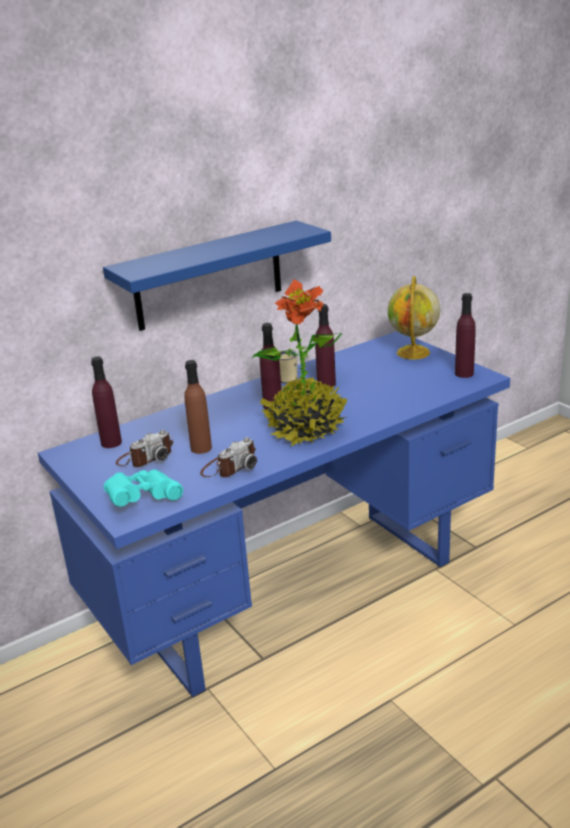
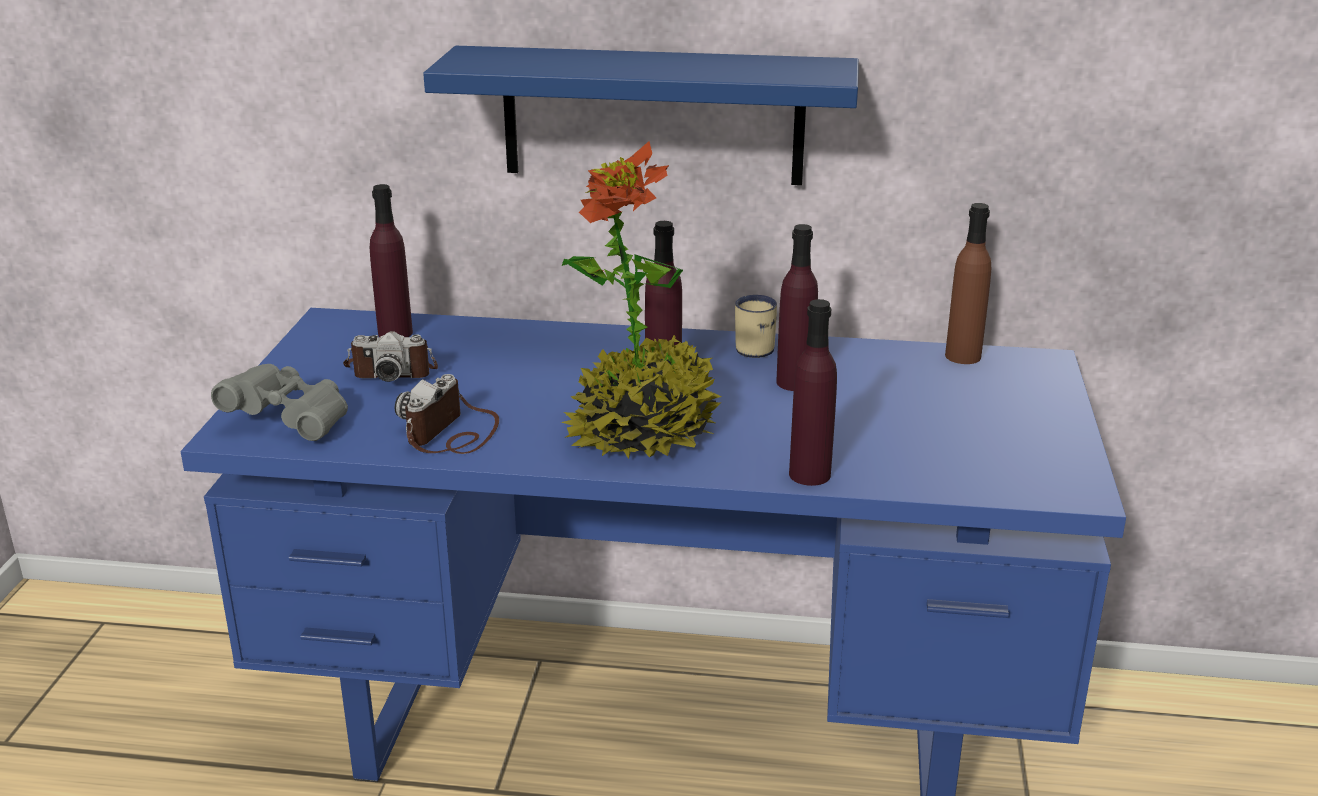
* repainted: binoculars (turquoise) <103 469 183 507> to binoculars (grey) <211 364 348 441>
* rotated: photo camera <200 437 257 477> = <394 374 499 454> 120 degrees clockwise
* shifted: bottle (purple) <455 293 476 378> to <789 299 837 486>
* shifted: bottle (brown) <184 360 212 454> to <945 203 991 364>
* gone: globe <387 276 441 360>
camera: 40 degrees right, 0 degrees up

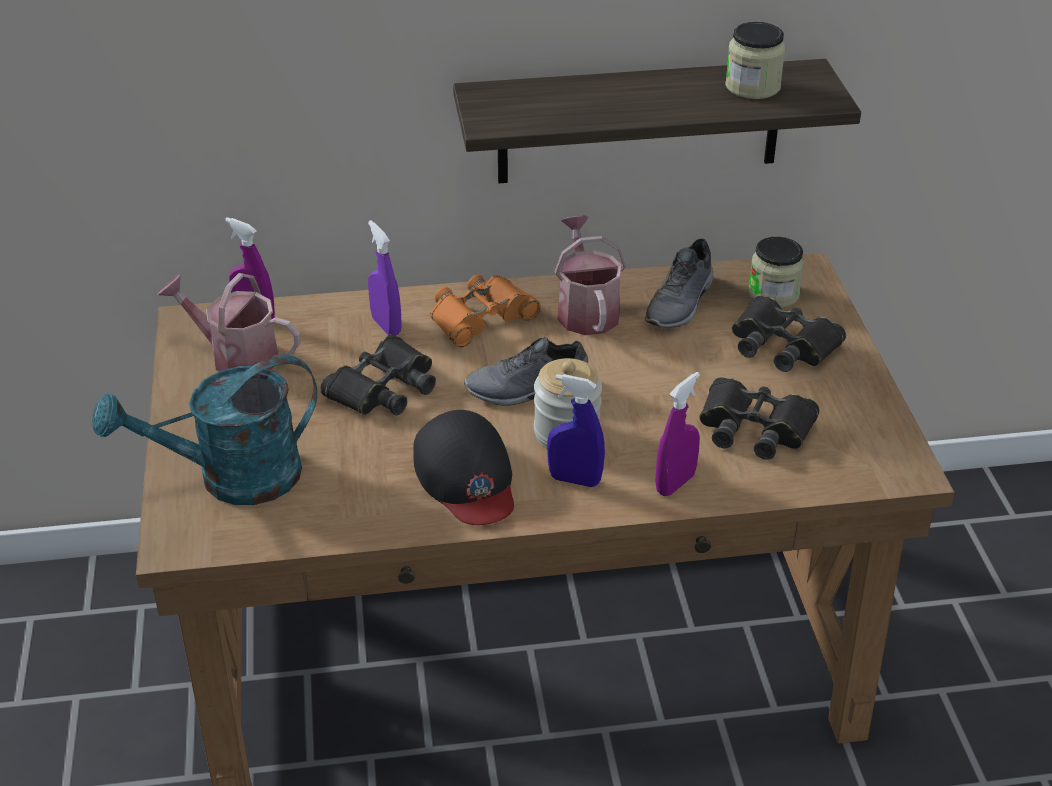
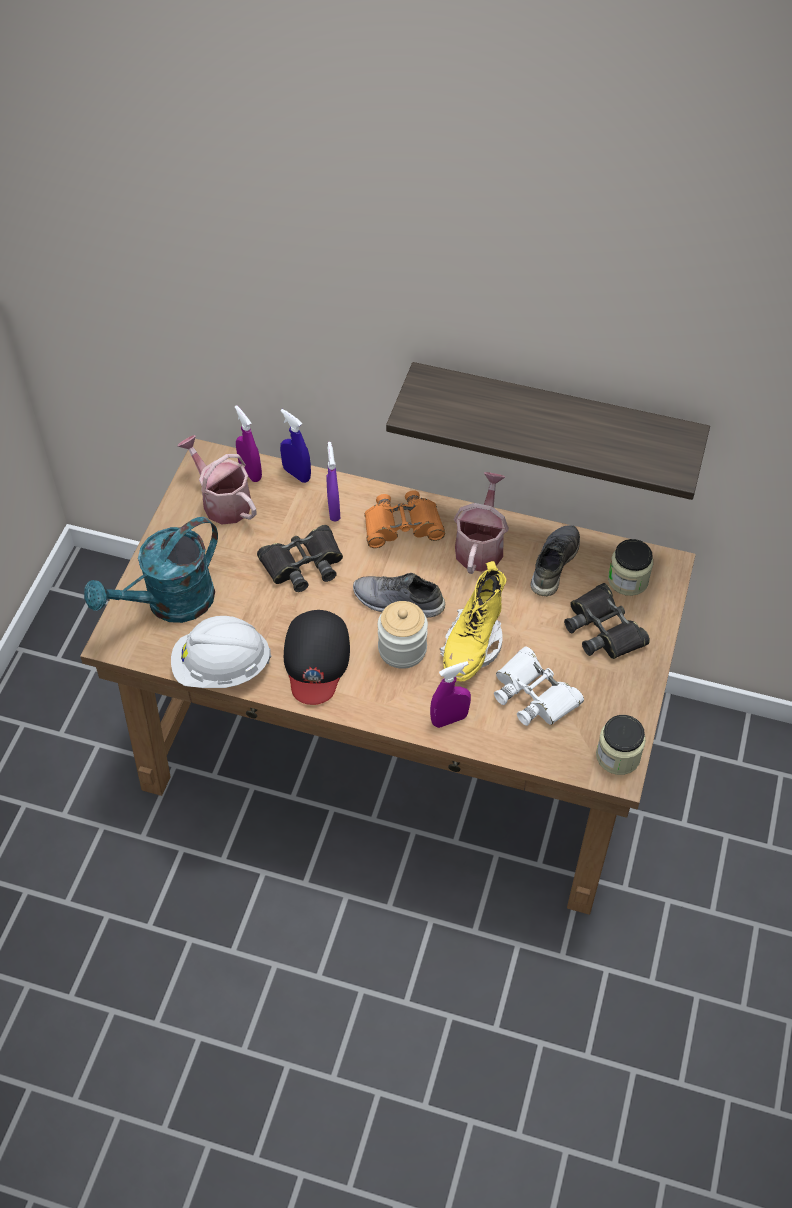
* rotated: watering can (turquoise) <92 355 317 505> = <84 517 218 623> 45 degrees counterclockwise
* new: hard hat (white) <171 616 271 688>
* shifted: spray bottle (blue) <547 374 605 487> to <280 409 311 483>
* new: boot (yellow) <440 561 507 682>
* repainted: binoculars (black) <699 377 820 460> to binoculars (white) <494 647 584 726>
* rotated: shoe (grey) <645 239 713 328> = <530 525 580 596> 150 degrees clockwise
* shifted: jar <725 22 786 99> to <596 715 646 775>
camera: 25 degrees right, 15 degrees up

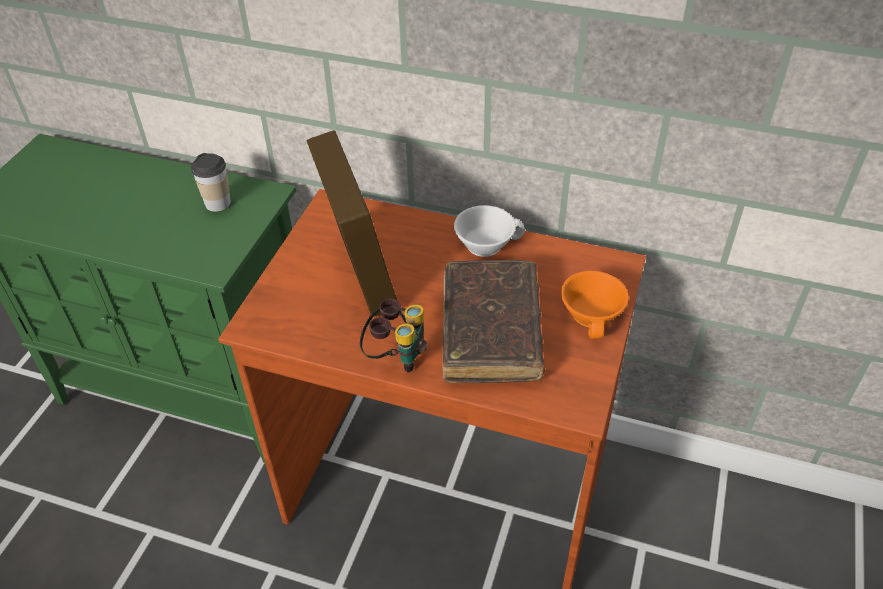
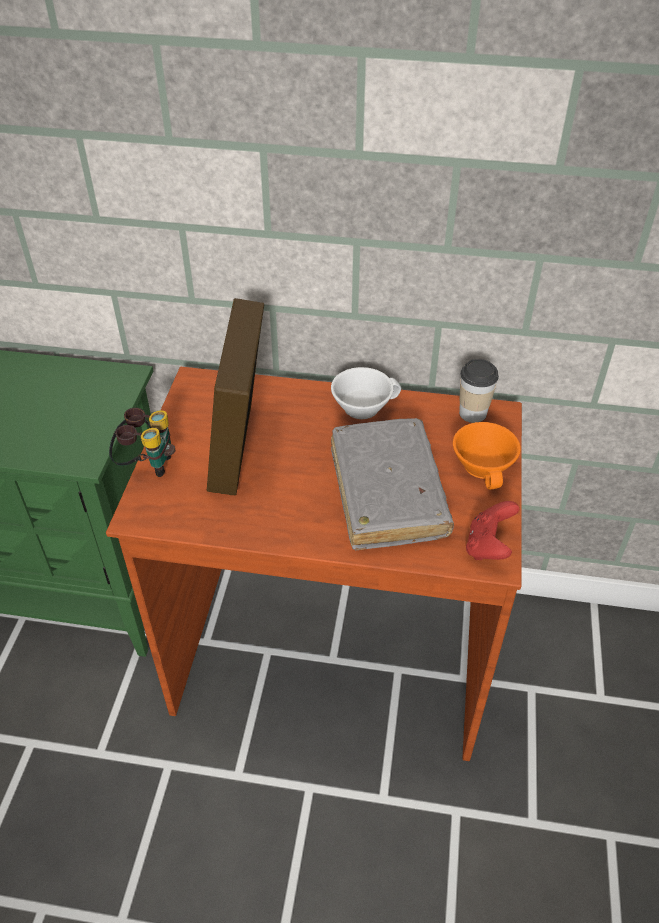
* shifted: binoculars <360 299 428 372> to <109 408 175 477>
* rotated: picture frame <307 130 397 316> = <207 298 264 495> 150 degrees counterclockwise
* repainted: book (brown) <442 260 545 383> to book (grey) <331 418 454 550>
* shifted: cup <191 153 231 212> to <459 359 499 423>
* new: game controller (red) <466 501 519 560>
camera: 10 degrees left, 0 degrees up

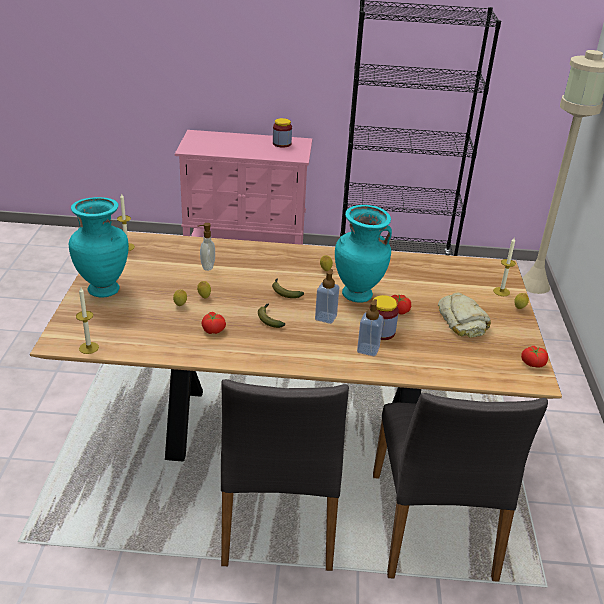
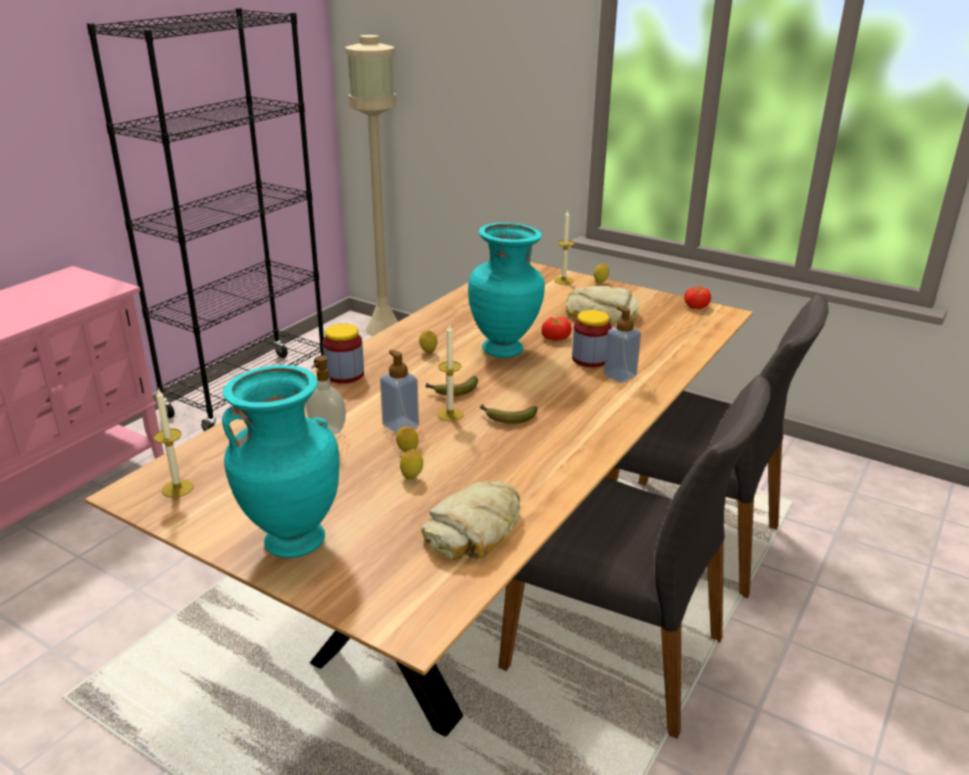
* shifted: jar <273 118 292 148> to <322 324 364 383>
* shifted: soap dispenser <315 269 339 324> to <380 350 419 434>
* new: bread <422 481 520 560>
* shifted: candle <76 287 99 354> to <437 323 464 421>
* gone: tomato <201 312 226 334>
camera: 60 degrees left, 5 degrees down

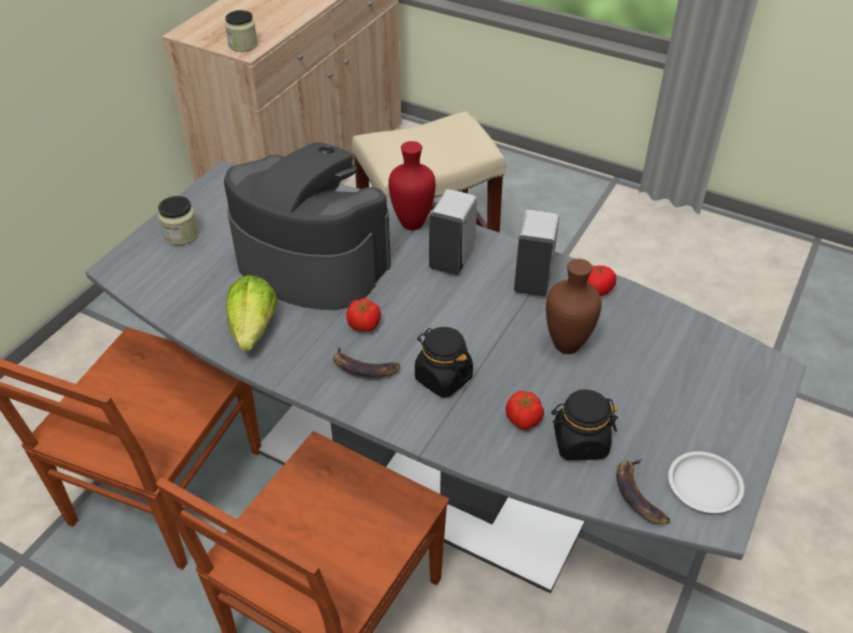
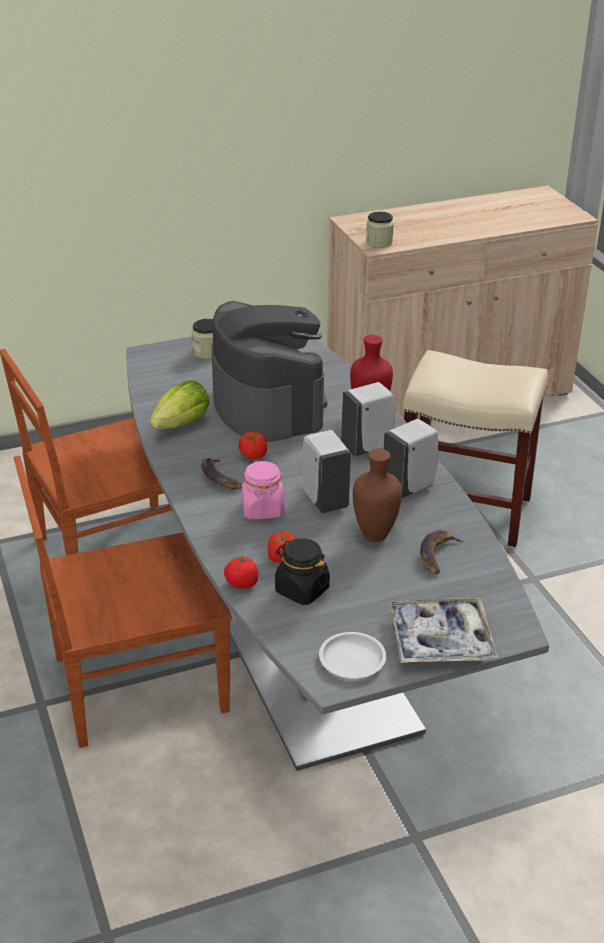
* shifted: tomato <587 265 616 296> to <224 555 258 588>
* repainted: jar (black) <415 327 473 397> to jar (pink) <241 461 284 519>
* new: soap dispenser (white) <302 430 351 513>
* new: tray <389 598 498 663>
* shifted: banana <616 458 670 524> to <420 530 465 574>
camera: 40 degrees right, 10 degrees down

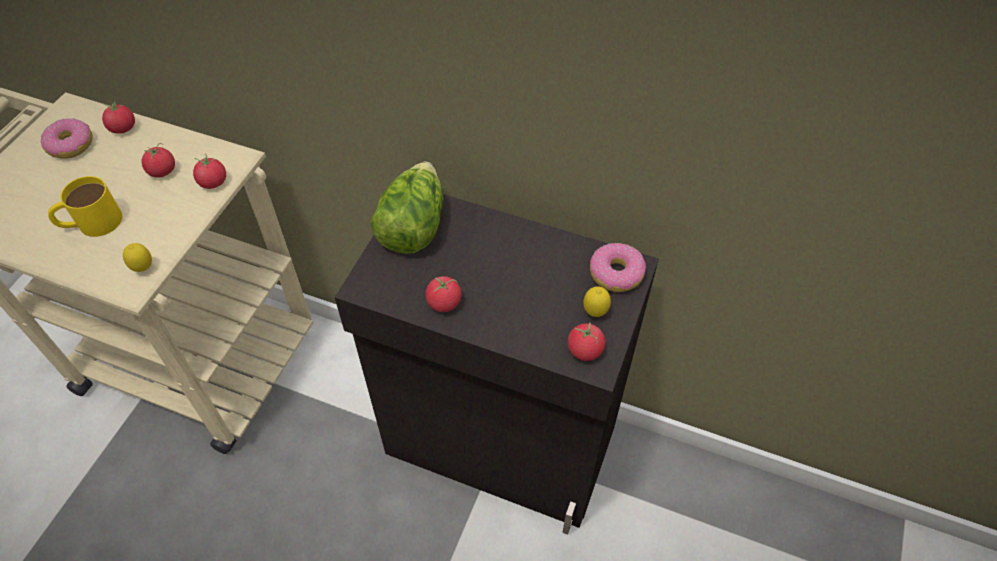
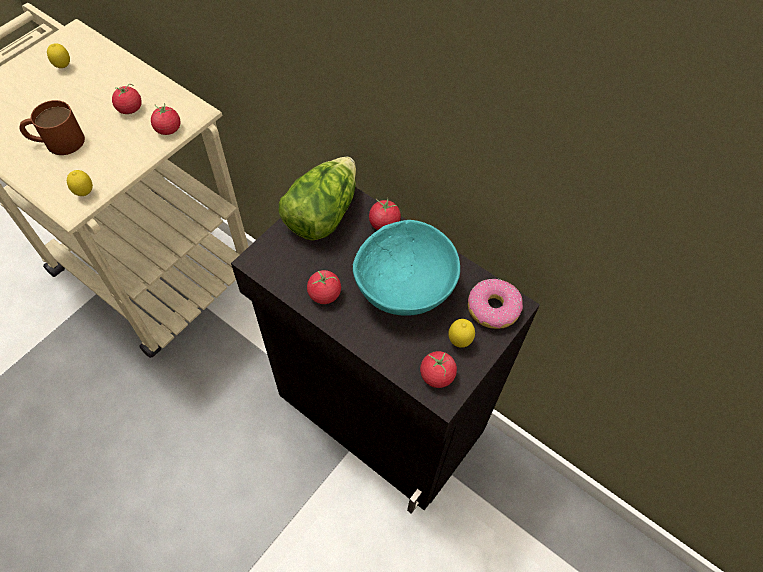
* repainted: mug (yellow) <48 176 122 237> to mug (brown) <19 100 85 155>
* swapped: donut <40 119 93 159> to lemon <47 43 70 68>
* new: bowl (turquoise) <353 220 460 315>
* shifted: tomato <102 101 135 134> to <369 197 401 230>
camera: 15 degrees right, 5 degrees up

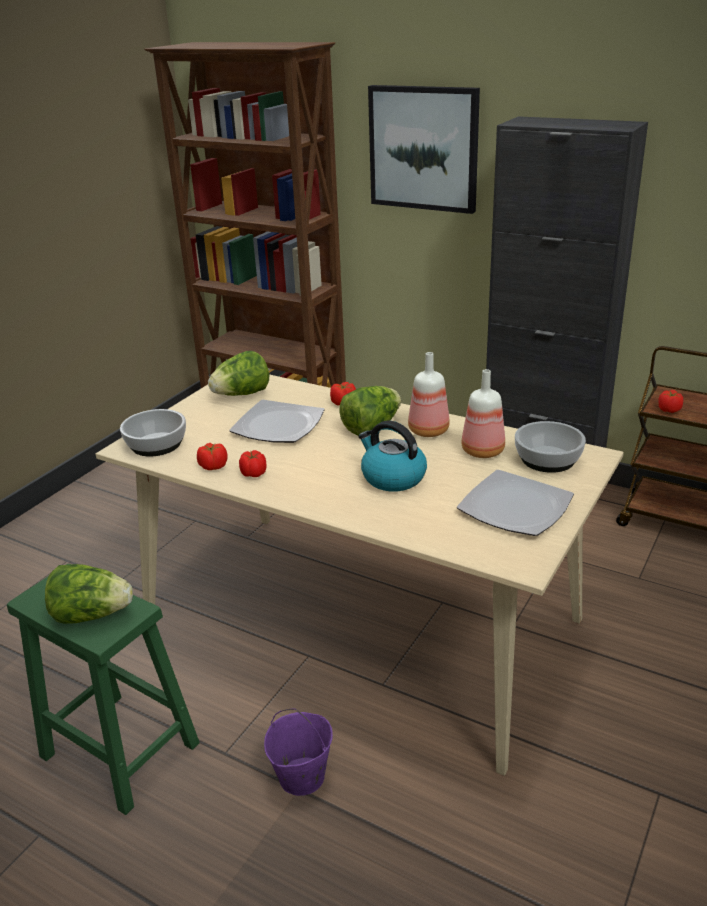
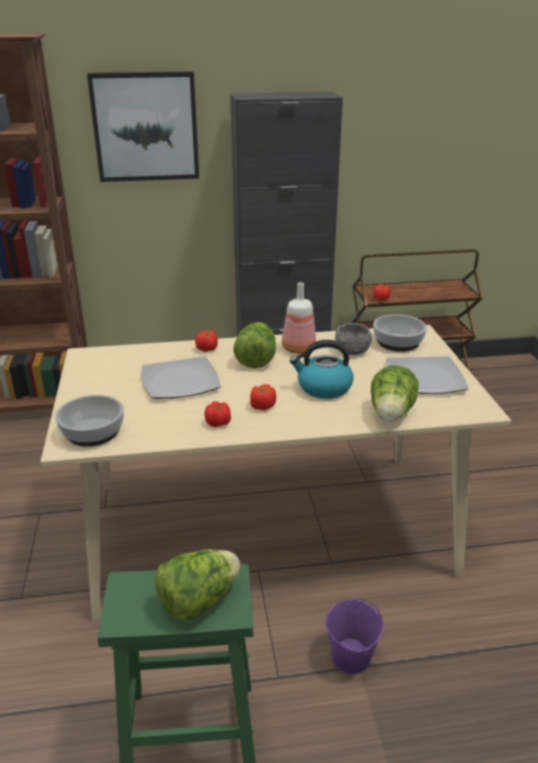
* shifted: tomato <197 443 228 470> to <250 384 276 410>
* swapped: bottle <461 369 505 458> to bowl (grey) <335 323 372 355>
* shifted: lettuce <208 351 269 396> to <371 365 418 421>
camera: 40 degrees left, 0 degrees up

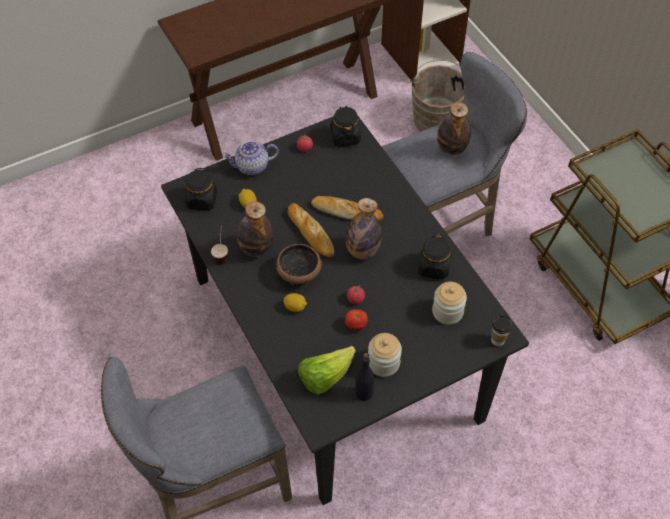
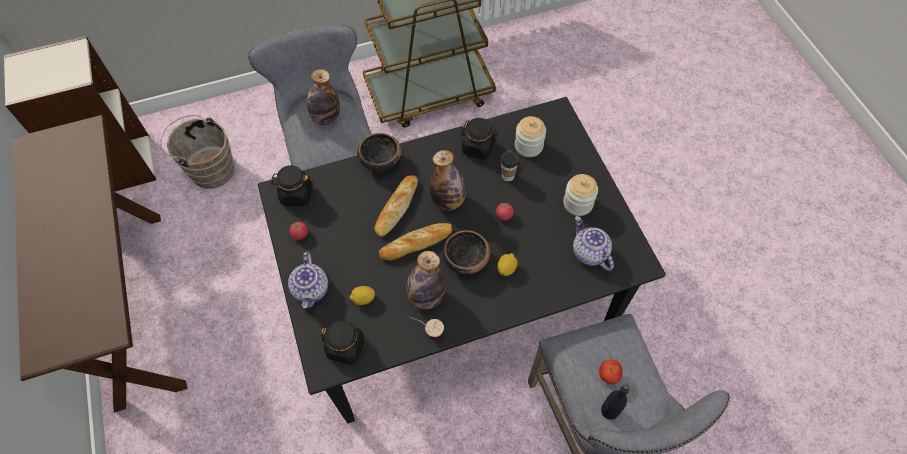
* new: bowl <357 133 401 173>
* shifted: cup <491 315 512 346> to <500 151 519 181>
* swapped: lettuce <298 346 356 395> to teapot <573 216 614 271>
* shifted: tomato <345 309 368 331> to <599 360 622 384>
* shifted: bottle (black) <355 353 374 401> to <601 384 630 420>
camera: 80 degrees left, 5 degrees up

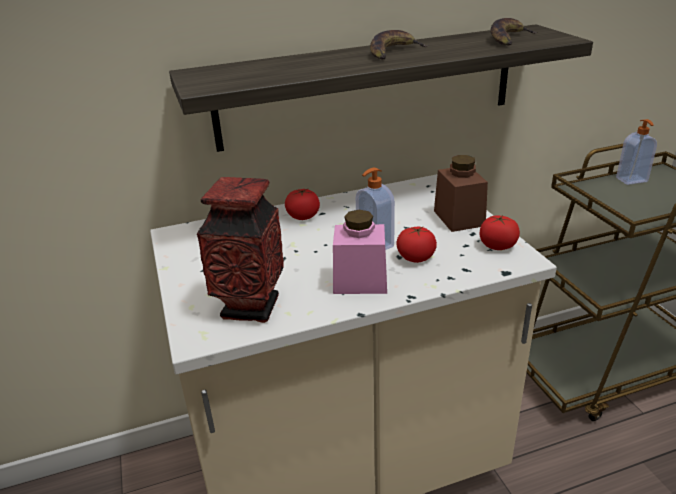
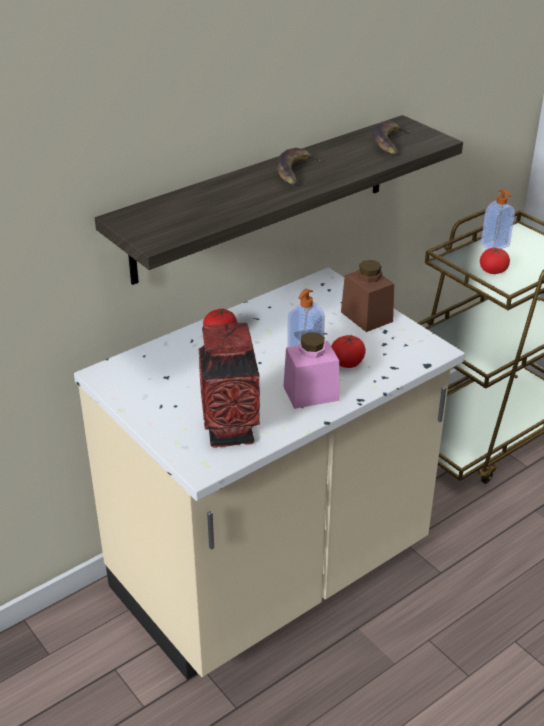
* shifted: tomato <479 215 520 250> to <480 247 510 274>
camera: 20 degrees left, 5 degrees up

